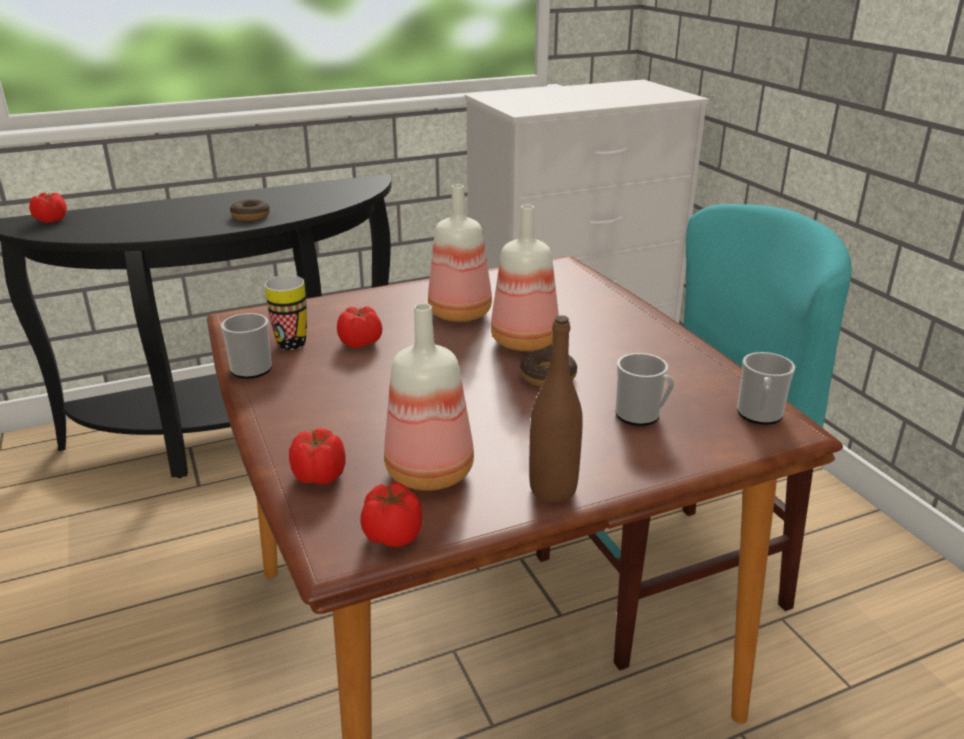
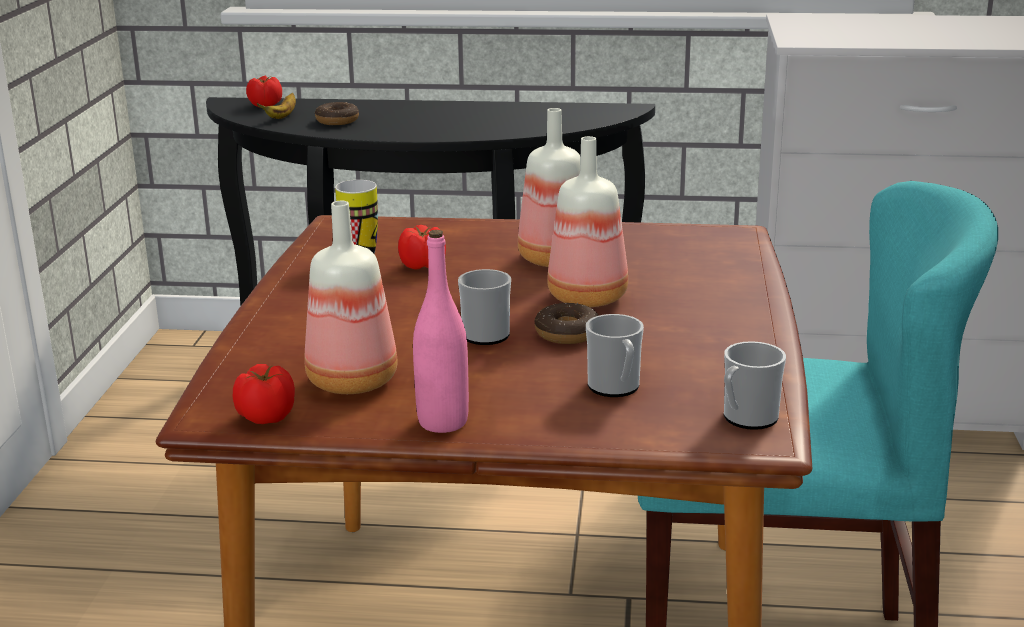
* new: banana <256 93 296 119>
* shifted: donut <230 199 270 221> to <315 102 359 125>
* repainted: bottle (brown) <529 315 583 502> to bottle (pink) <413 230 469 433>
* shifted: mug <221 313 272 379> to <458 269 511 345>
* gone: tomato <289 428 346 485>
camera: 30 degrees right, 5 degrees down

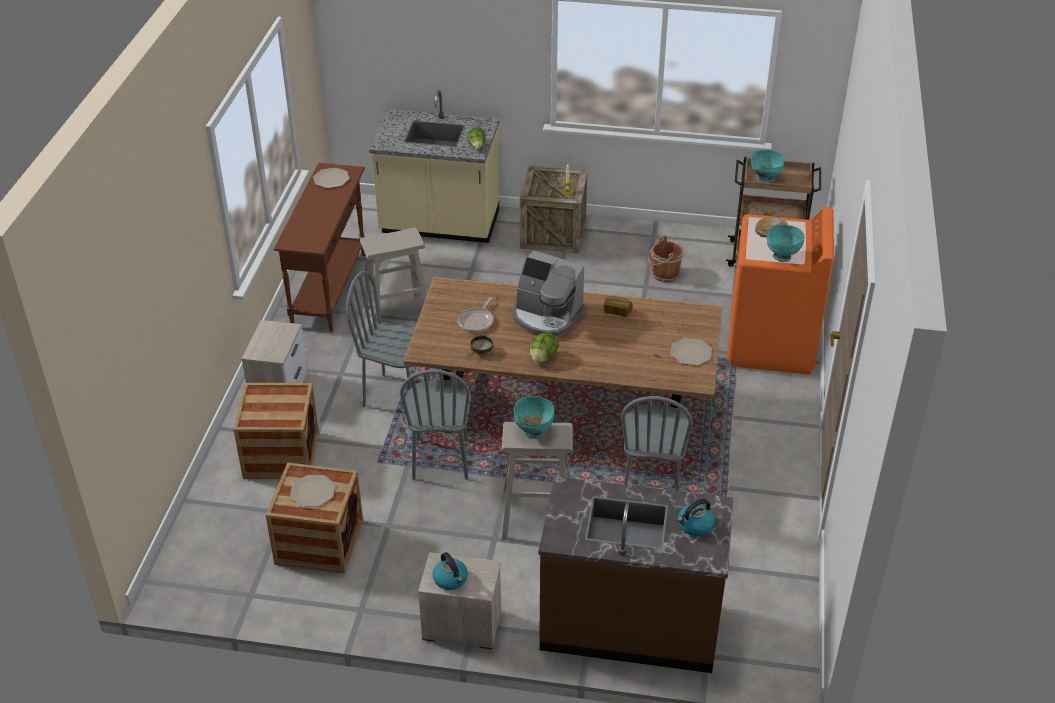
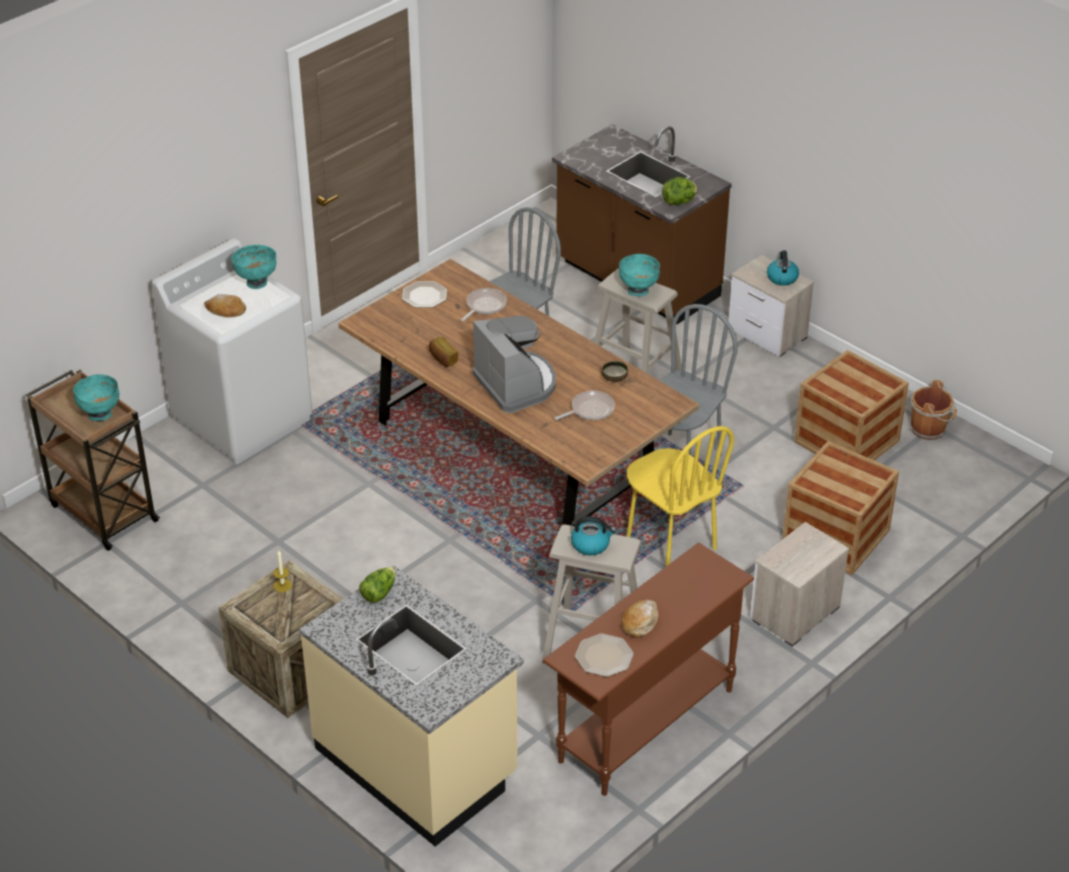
* repainted: washing machine (orange) <727 207 834 375> to washing machine (white) <151 239 312 464>
* new: frying pan <461 288 507 321>
* shifted: kettle <677 499 715 536> to <571 516 616 555>
* new: bread <621 600 658 638>
* repainted: chair (grey) <346 271 430 407> to chair (yellow) <627 426 734 566>
* shifted: lettuce <529 332 559 363> to <662 177 698 205>
* shifted: bucket (brown) <648 235 684 282> to <910 380 957 440>
* gone: plate <290 475 335 507>
camera: 145 degrees left, 0 degrees up

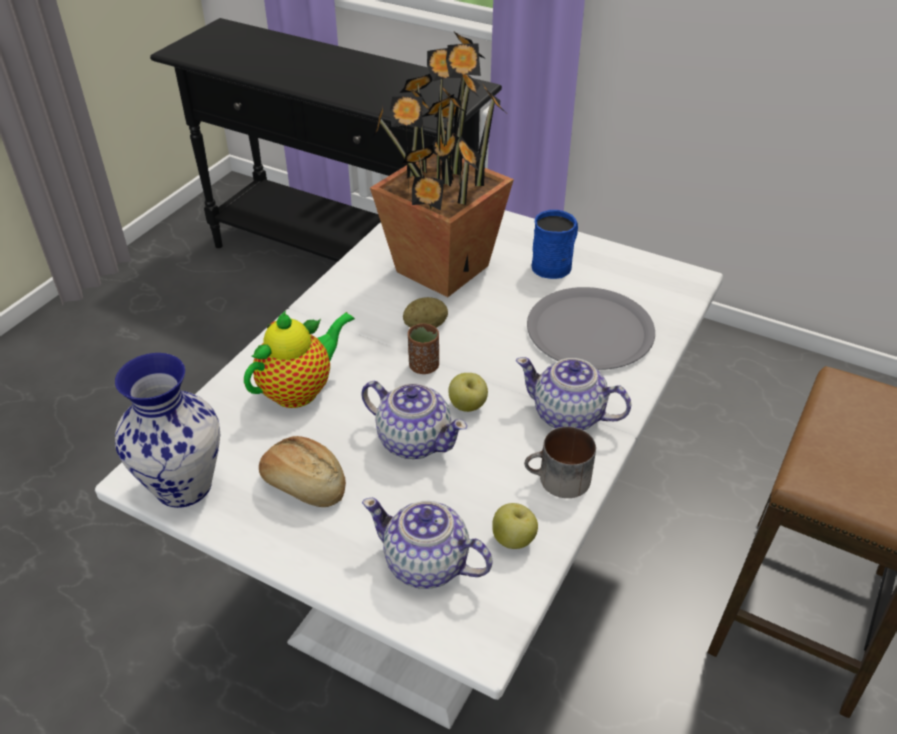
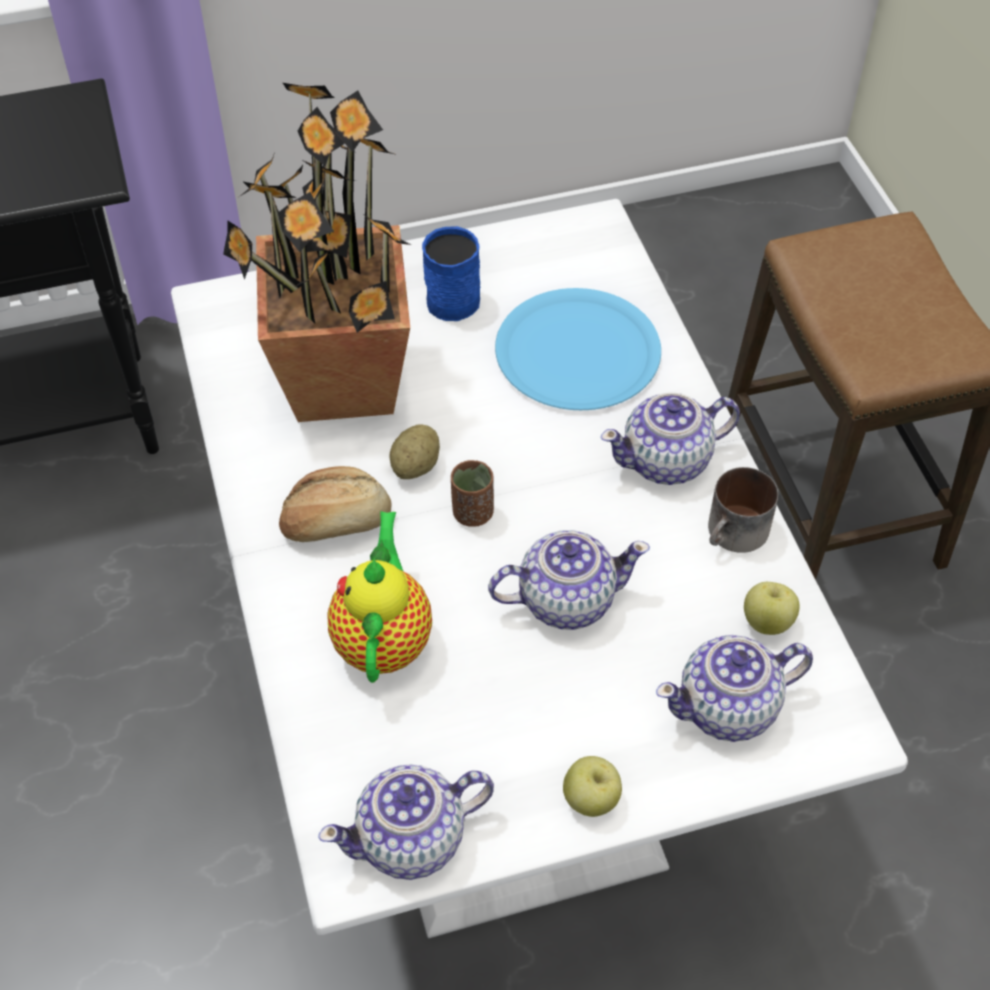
* shifted: bread <259 436 346 507> to <279 466 391 542>
* swapped: vase <115 353 220 508> to teapot <318 764 494 880>
* repainted: plate (grey) <527 287 655 370> to plate (blue) <495 288 661 410>
* shifted: apple <449 373 488 412> to <563 756 622 817>
camera: 45 degrees left, 10 degrees up

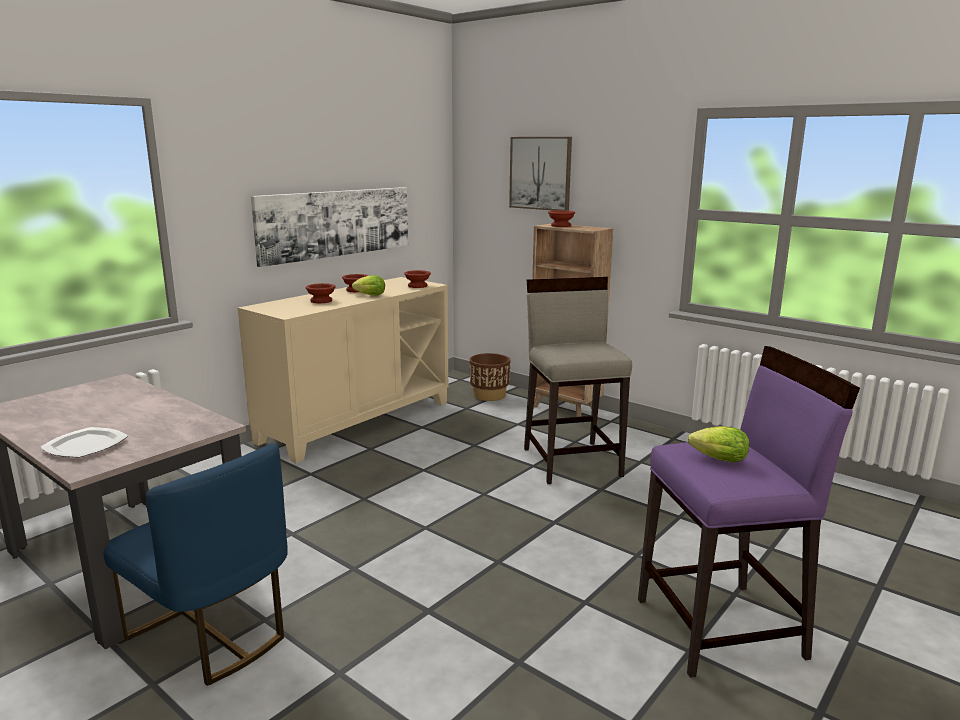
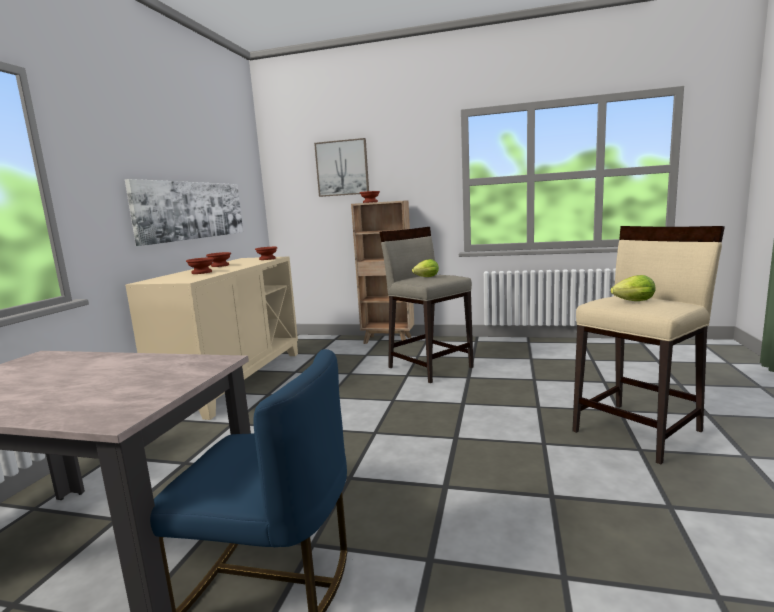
* shifted: lettuce <352 275 385 296> to <412 259 439 277>
* repainted: stool (purple) <638 346 860 678> to stool (beige) <572 226 725 464>
* gone: plate <40 427 128 458>
* gone: planter (brown) <469 353 510 401>
camera: 25 degrees left, 5 degrees down

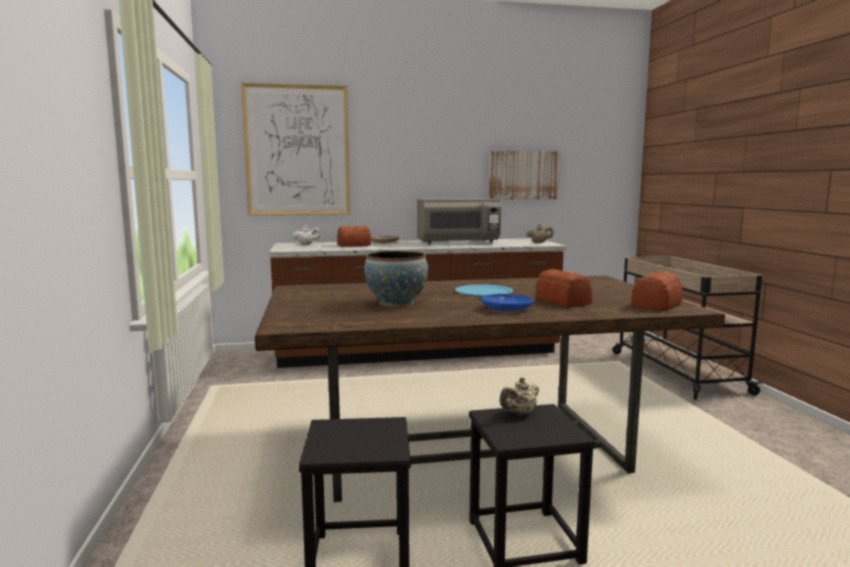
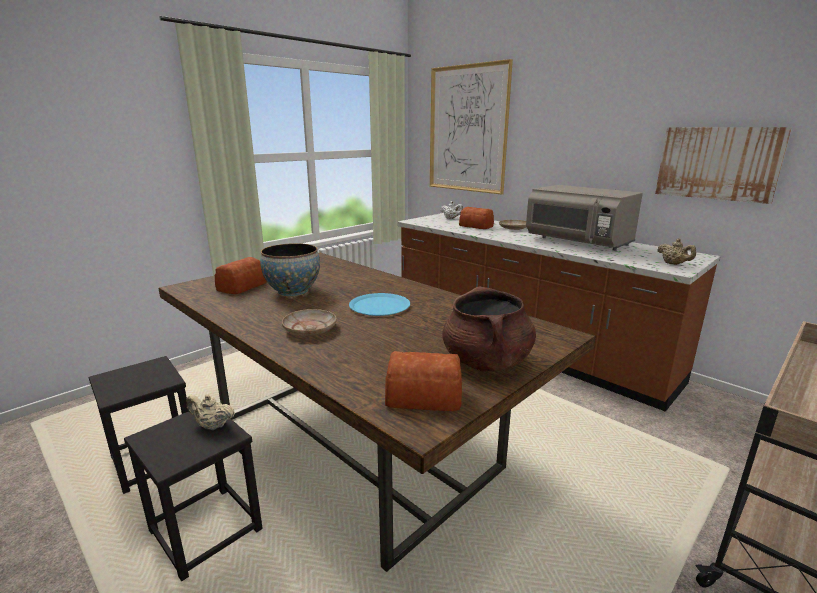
* shifted: bread <536 269 592 307> to <215 257 267 294>
* repainted: plate (blue) <481 294 534 311> to plate (beige) <282 309 337 335>
* new: cooking pot (brown) <442 287 536 372>
camera: 55 degrees right, 10 degrees up

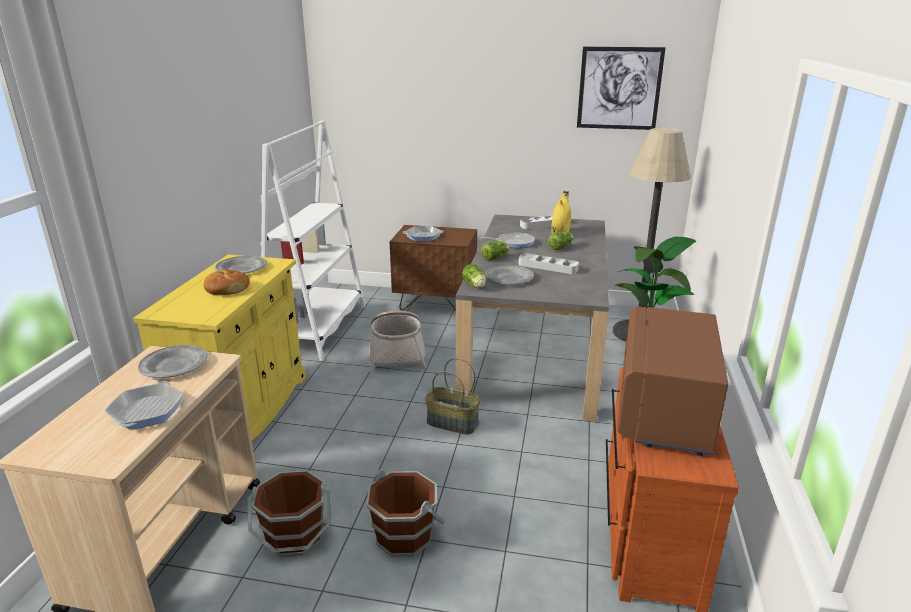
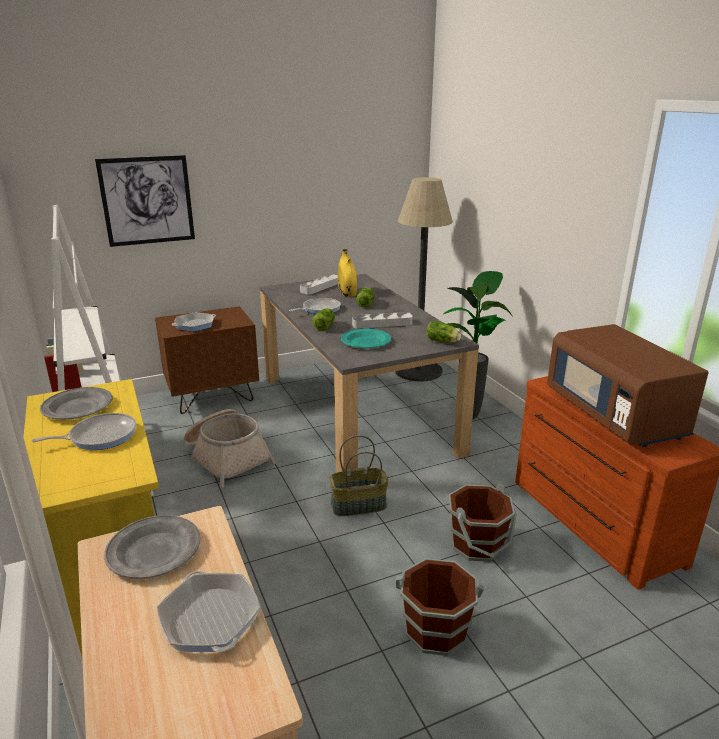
* swapped: bread <203 270 250 295> to frying pan <32 413 136 450>
* shifted: picture <577 47 665 130> to <95 155 195 247>
* repainted: plate (grey) <486 265 534 284> to plate (turquoise) <341 328 391 348>
* shifted: lettuce <462 264 486 288> to <426 321 461 343>
* shifted: bucket (brown) <248 470 331 557> to <449 484 517 562>
camera: 35 degrees left, 0 degrees up

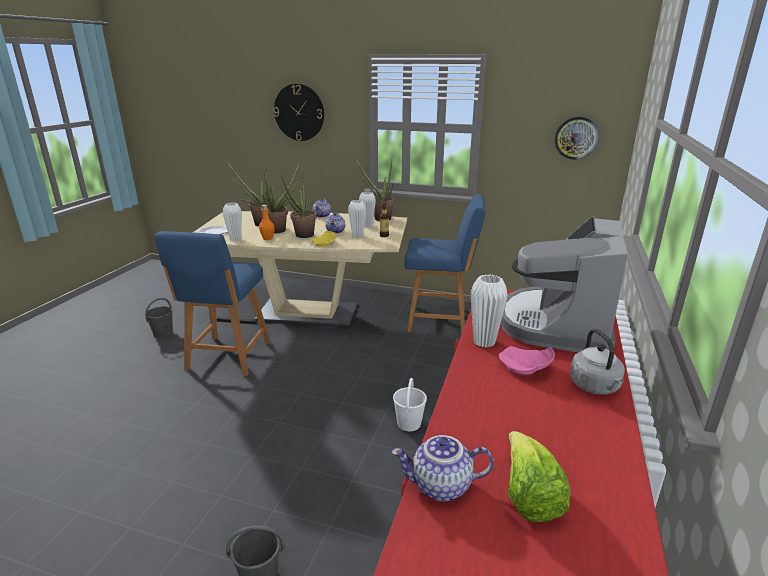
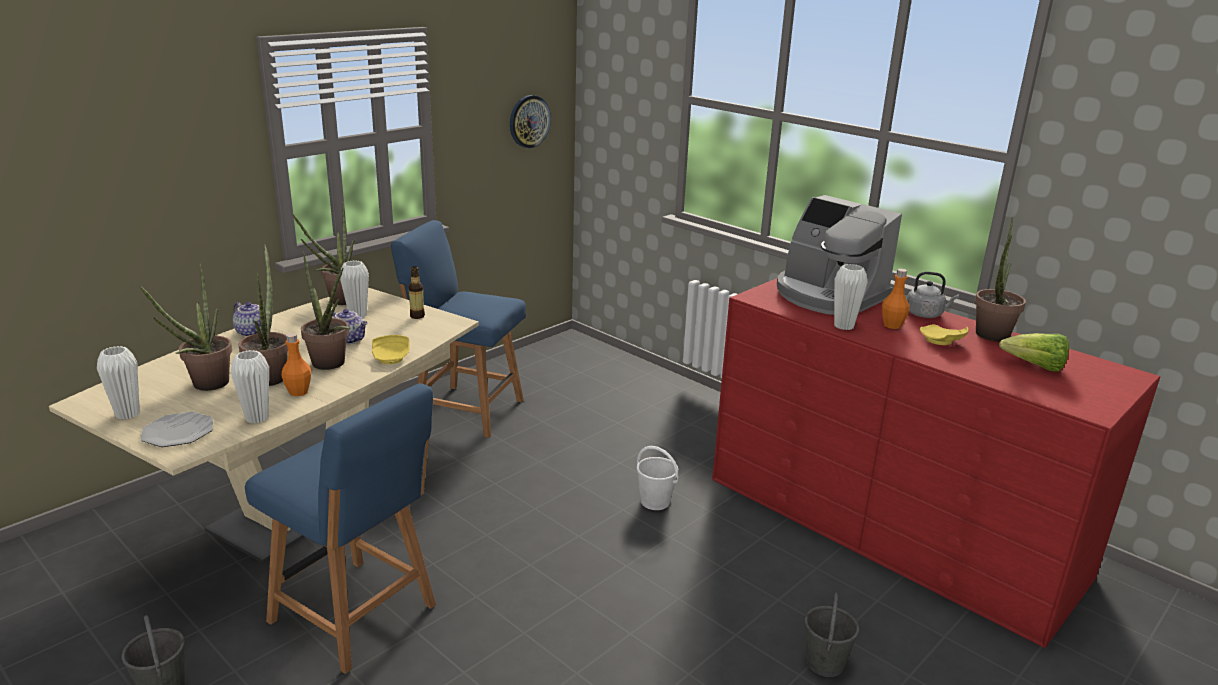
* shifted: vase (white) <348 200 366 238> to <97 346 140 420>
* rotated: chair (blue) <404 194 486 335> = <391 220 526 438> 105 degrees counterclockwise
* swapped: plate (pink) <499 346 555 375> to bottle (orange) <882 269 910 329>
* new: plate (yellow) <920 324 968 345>
* new: potted plant <975 217 1026 341>
* gone: wall clock <273 84 324 141>
* gone: teapot <392 435 494 501>
camera: 65 degrees left, 0 degrees up

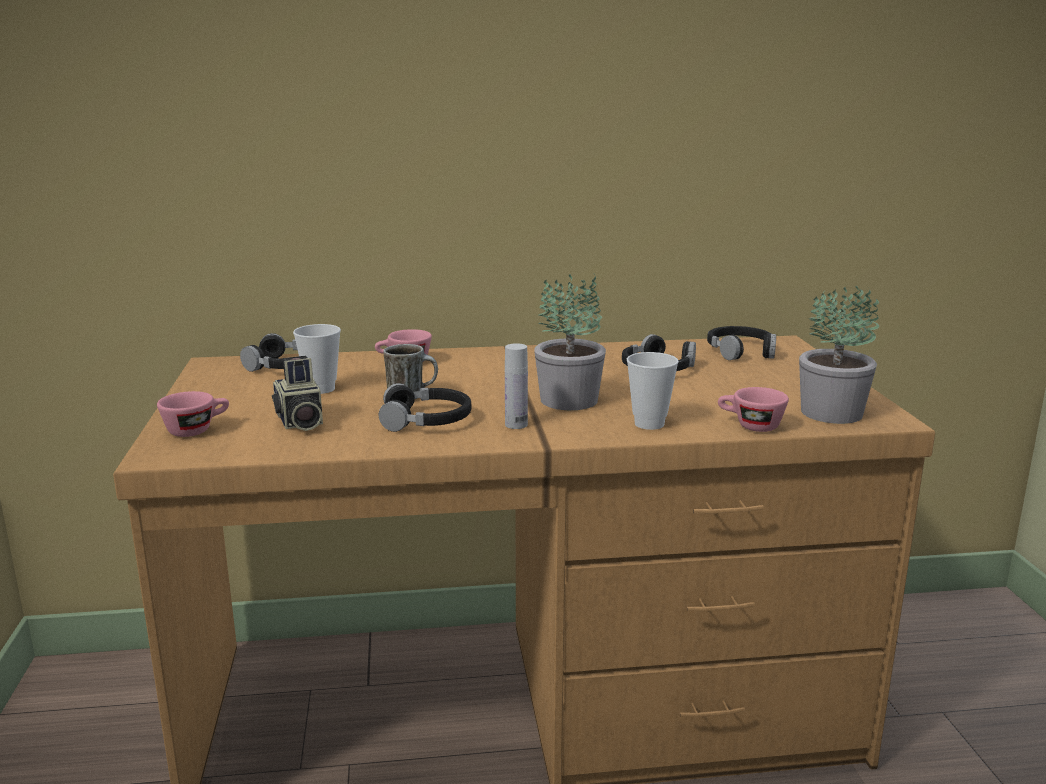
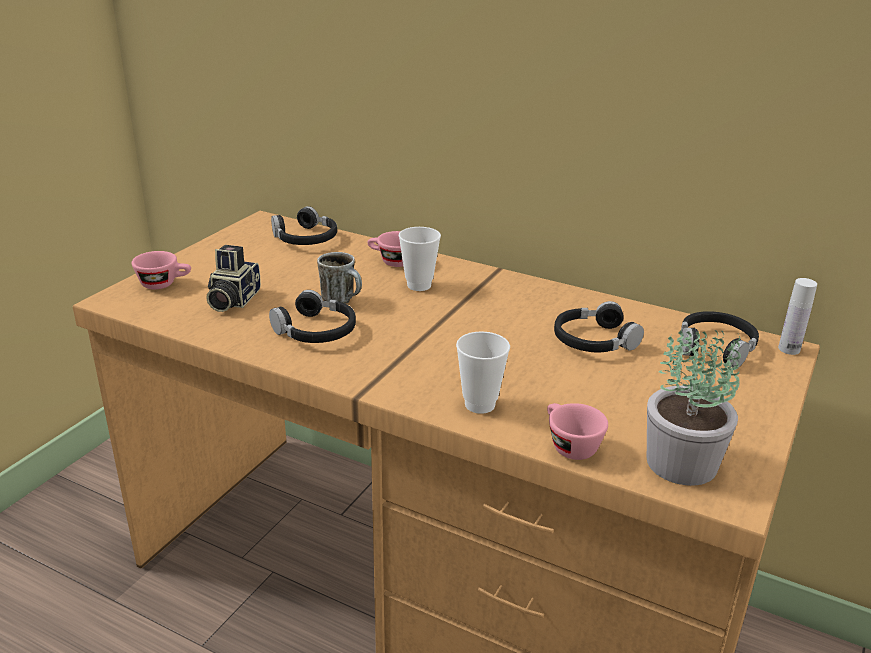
* shifted: cup <293 324 341 394> to <399 227 441 291>
* shifted: bottle (white) <505 343 528 429> to <778 278 817 355>
* gone: potted plant <534 274 606 410>
camera: 35 degrees right, 10 degrees up

